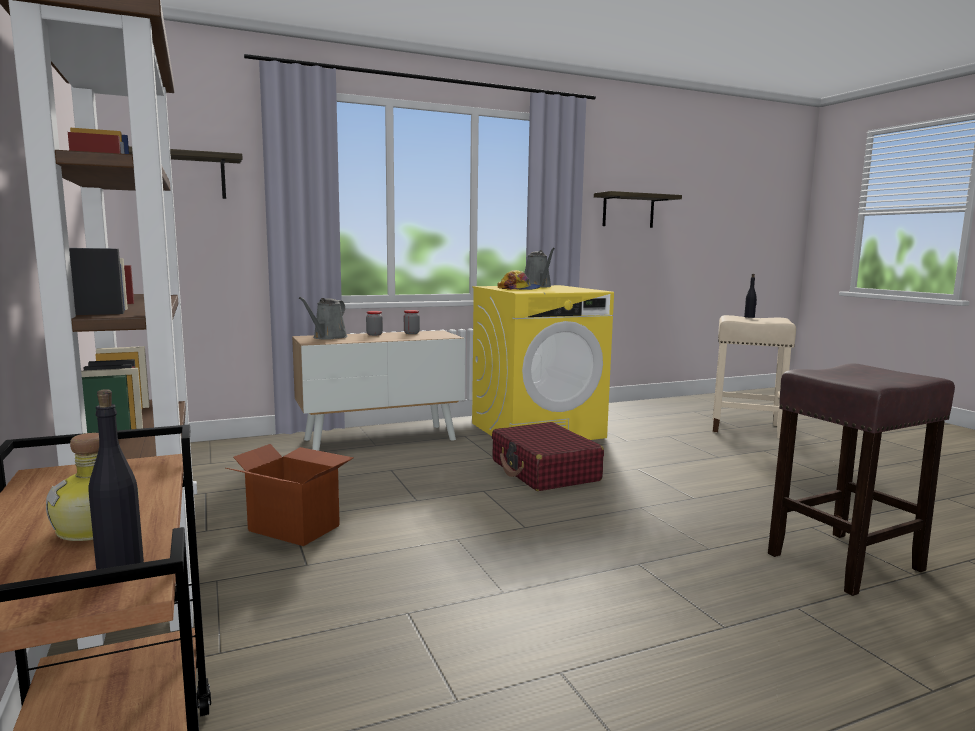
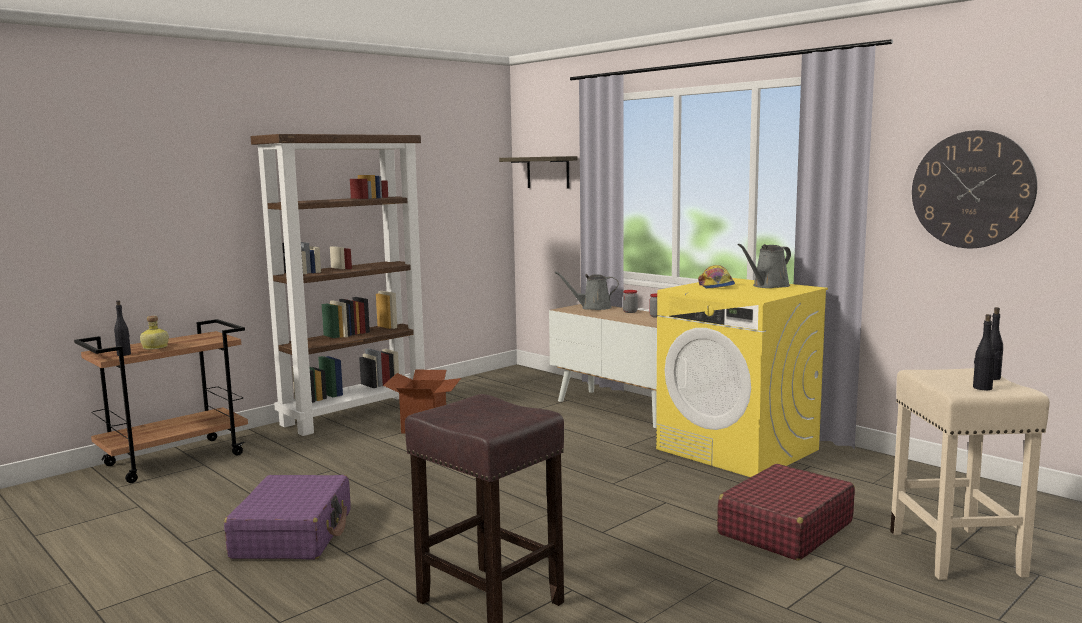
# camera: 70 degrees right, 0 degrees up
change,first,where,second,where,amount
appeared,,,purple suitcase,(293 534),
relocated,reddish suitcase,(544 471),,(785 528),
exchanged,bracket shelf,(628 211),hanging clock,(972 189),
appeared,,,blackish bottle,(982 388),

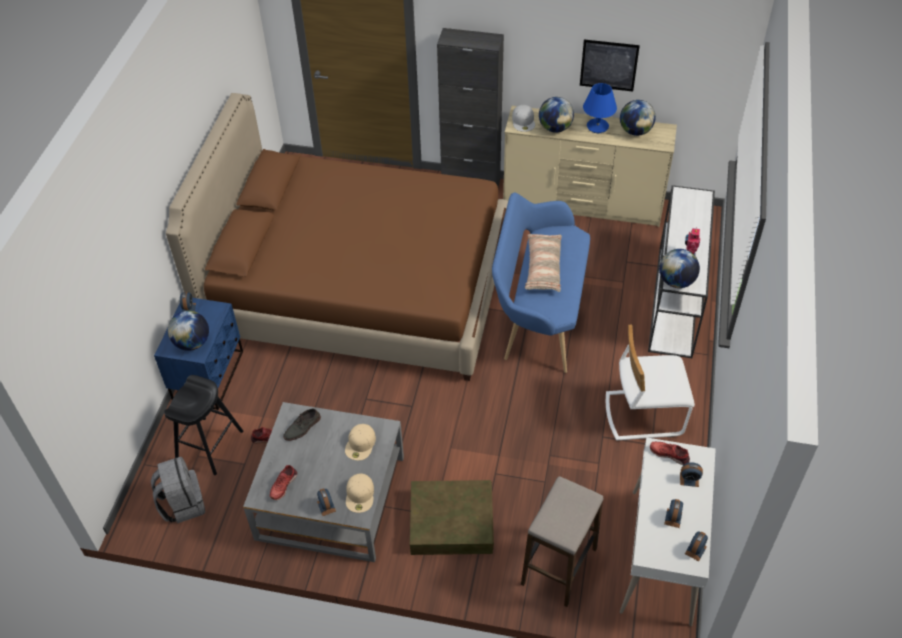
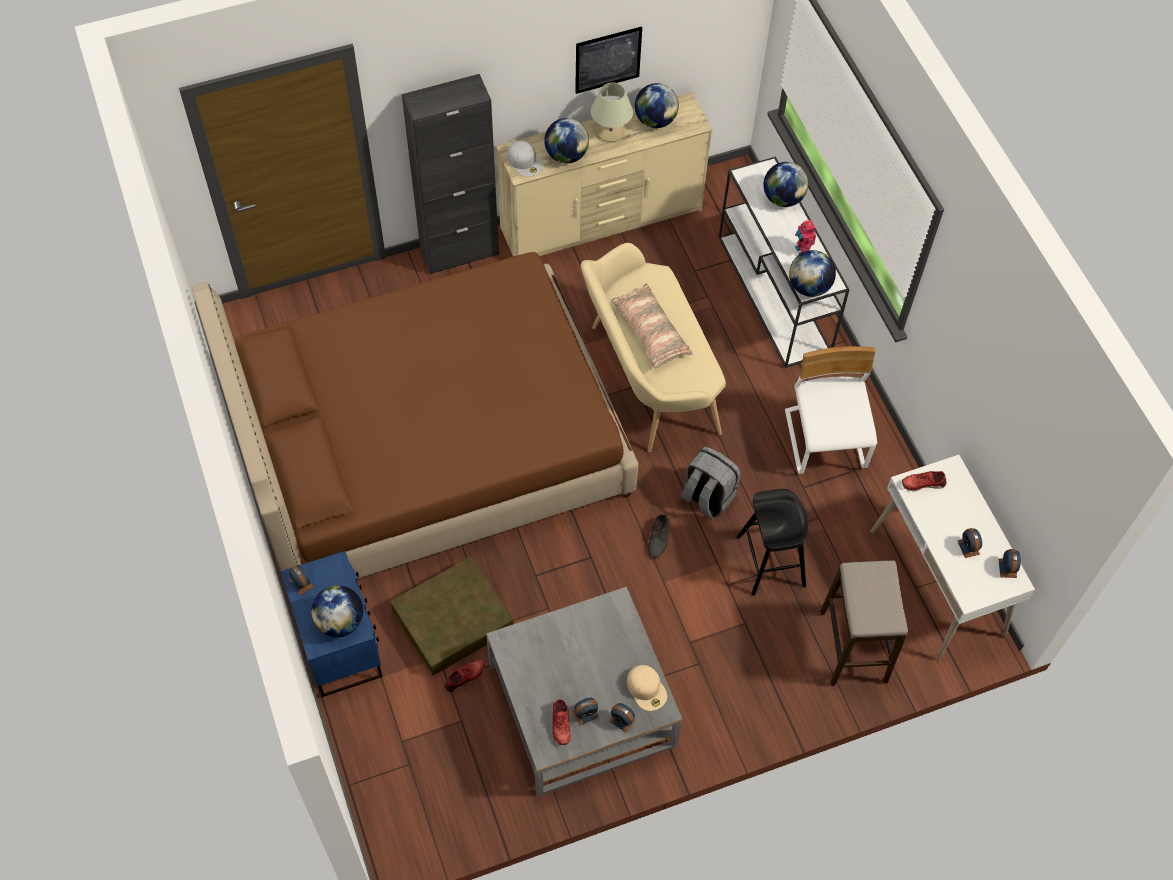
# camera: 35 degrees left, 10 degrees up
change,first,where,second,where,amount
relocated,brown storage box,(451 521),,(452 620),
relocated,bedside clock,(689 479),,(585 714),
colour,blue indoor bench,(538 313),beige indoor bench,(646 379),
colour,blue lamp for a table,(598 126),beige lamp for a table,(611 132),
relocated,greyish shoe,(302 427),,(659 538),
relocated,greyish rucksack,(182 504),,(707 497),
relocated,blackish stool seat,(209 445),,(770 561),
appeared,,,globe,(783 198),
spun,white-coloured chair,(643 413),,(825 440),120 degrees clockwise
missing,beige cap,(360 444),,,

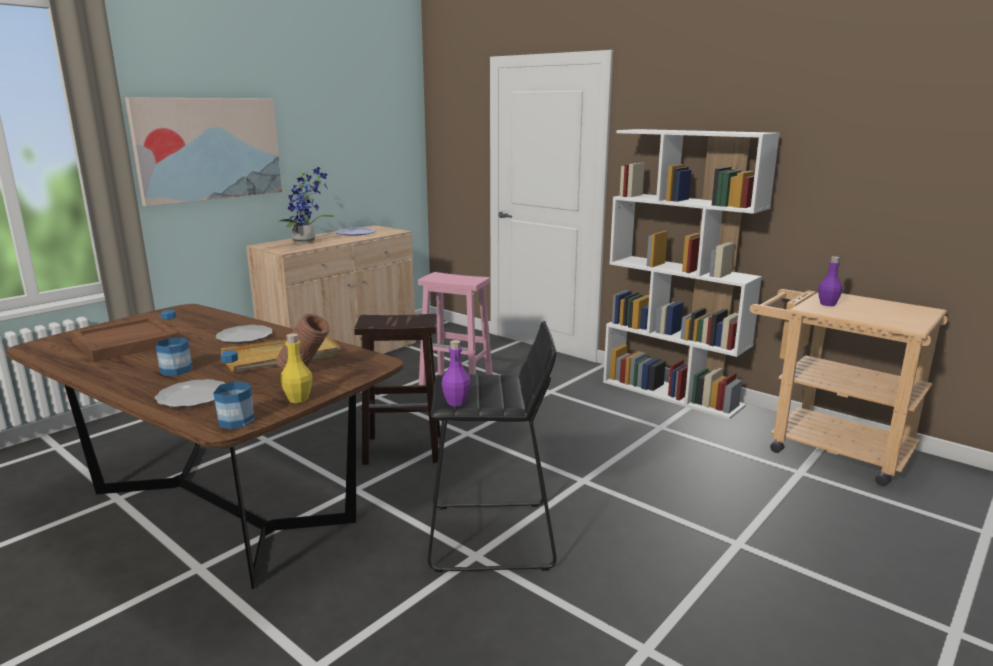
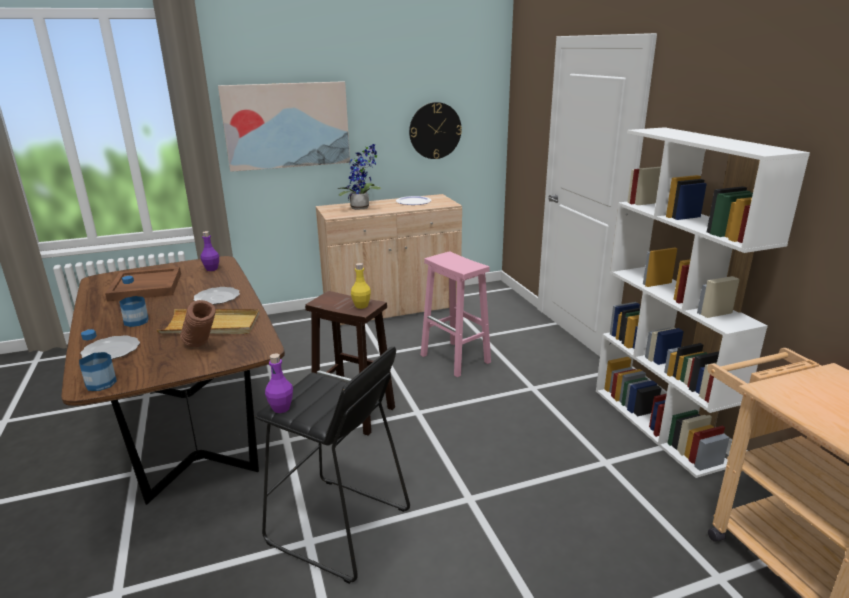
# camera: 30 degrees right, 5 degrees up
change,first,where,second,where,amount
relocated,purple bottle,(827 304),,(211 269),
relocated,yellow bottle,(298 399),,(361 306),
appeared,,,hanging clock,(435 130),

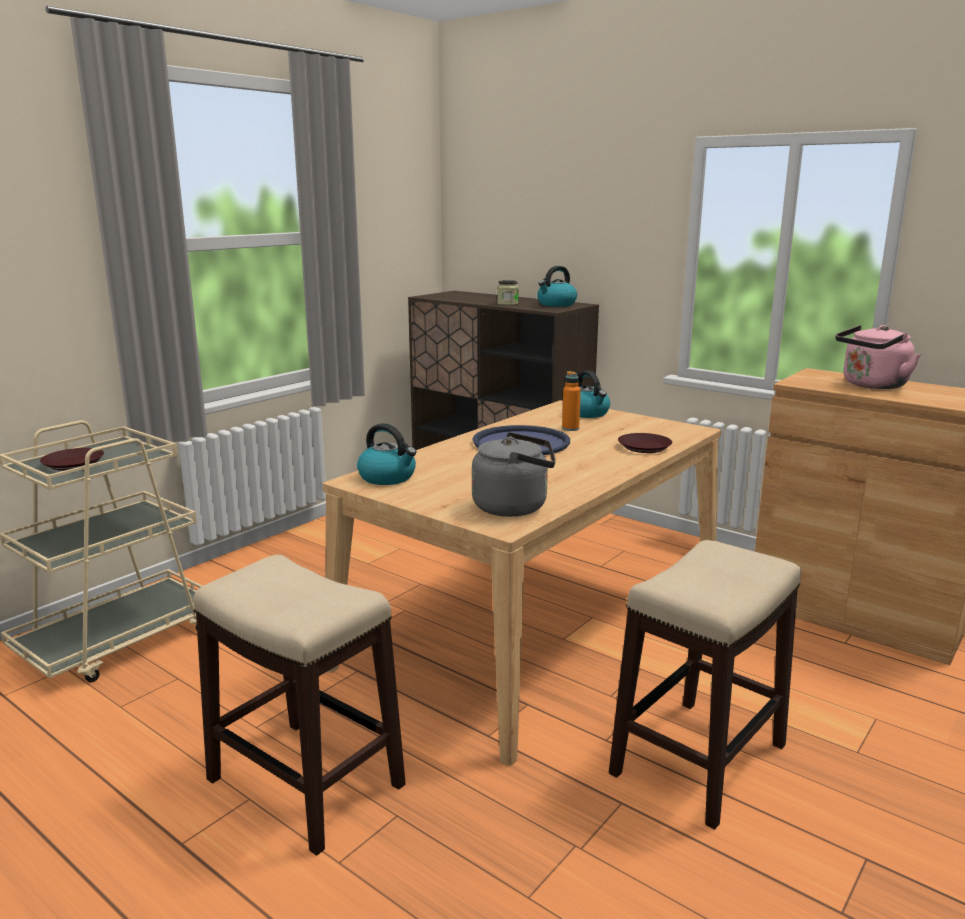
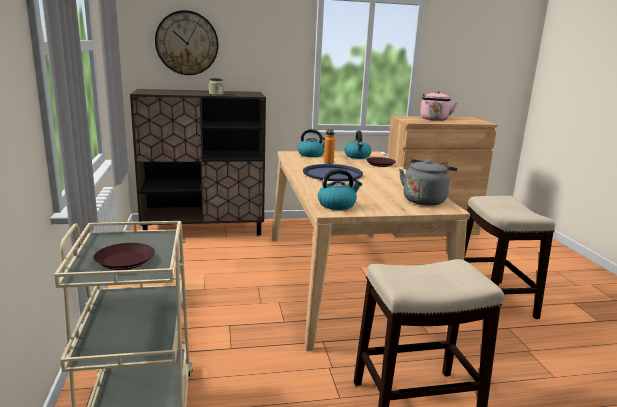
# camera: 50 degrees left, 0 degrees up
change,first,where,second,where,amount
appeared,,,hanging clock,(187 43),
relocated,tea kettle,(556 304),,(357 156),

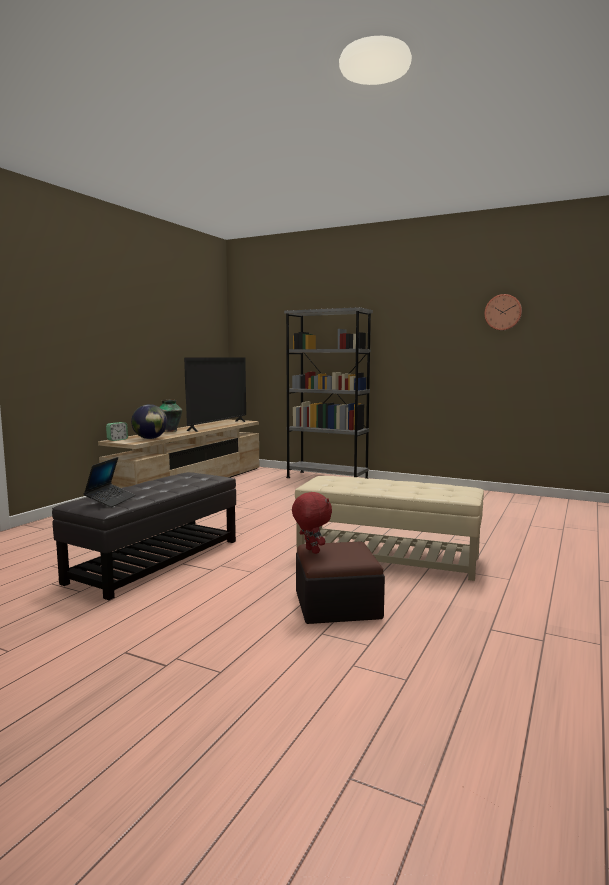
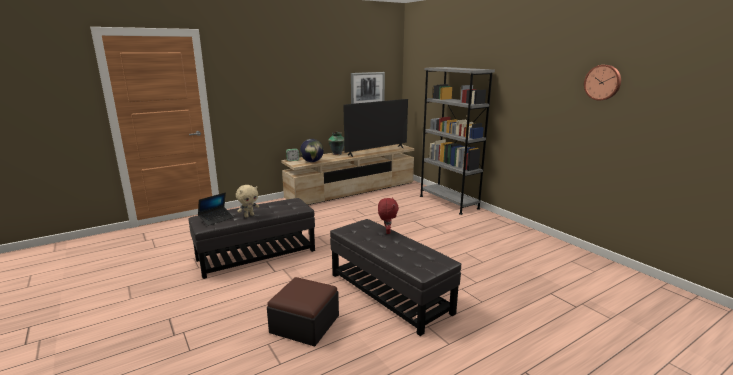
# camera: 30 degrees right, 10 degrees up
change,first,where,second,where,amount
appeared,,,beige cuddly toy,(249 215),
colour,beige ottoman,(387 557),blackish ottoman,(389 293),
appeared,,,wall picture,(367 89),
relocated,reddish cuddly toy,(311 551),,(387 232),

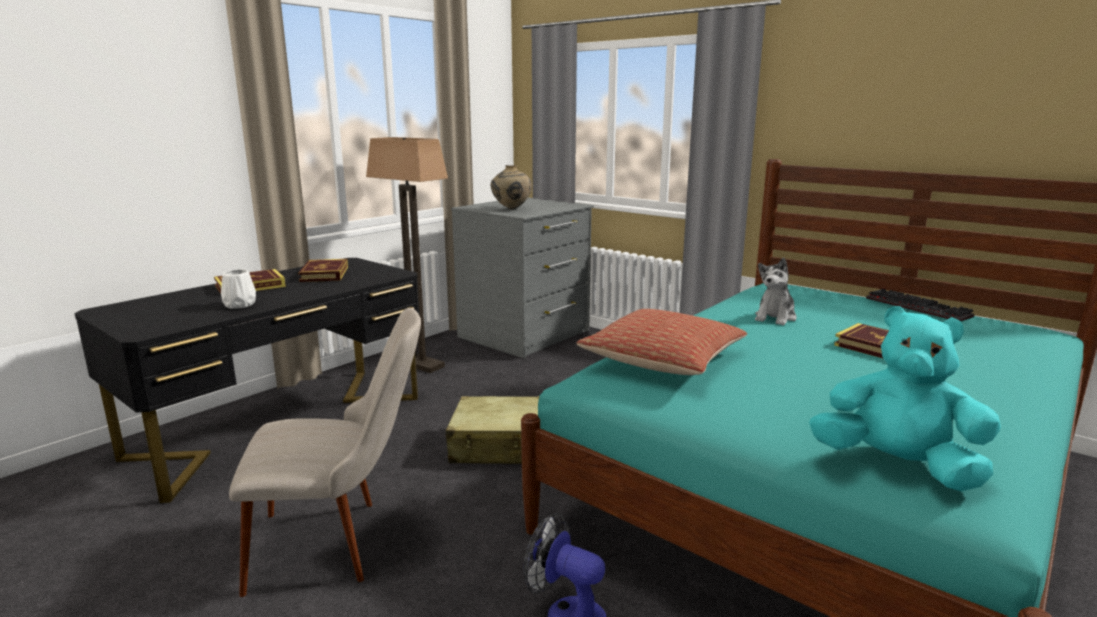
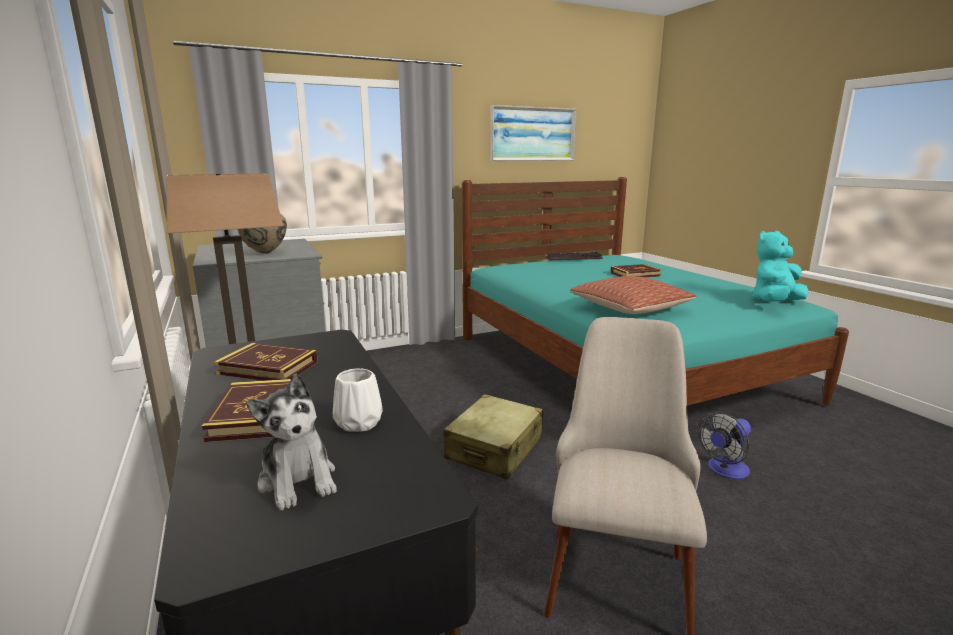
# camera: 65 degrees left, 0 degrees up
change,first,where,second,where,amount
relocated,cuddly toy,(775 317),,(298 480),
appeared,,,wall picture,(533 134),

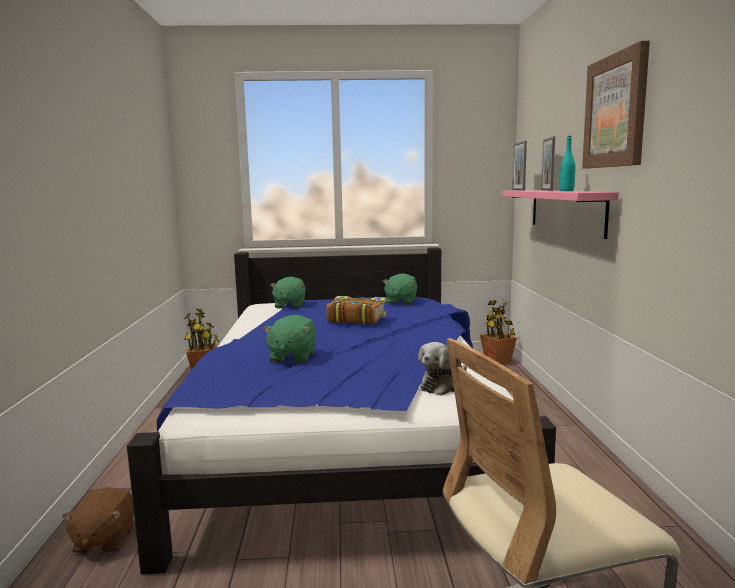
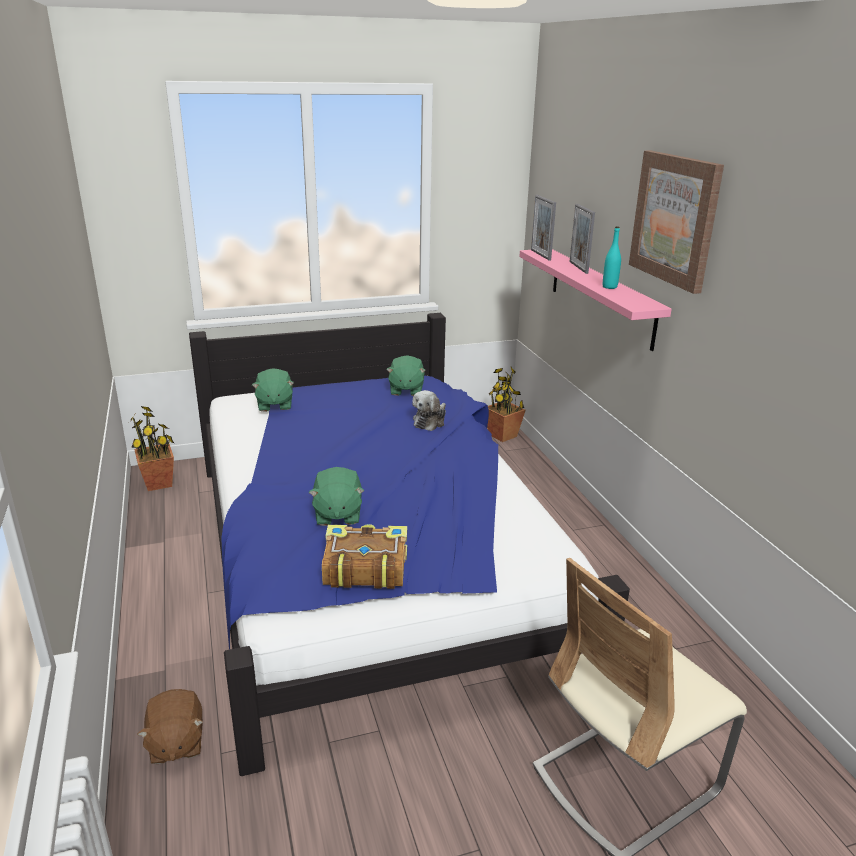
# camera: 15 degrees left, 15 degrees up
change,first,where,second,where,amount
relocated,book,(356 319),,(364 567),
relocated,cuddly toy,(443 385),,(430 421),

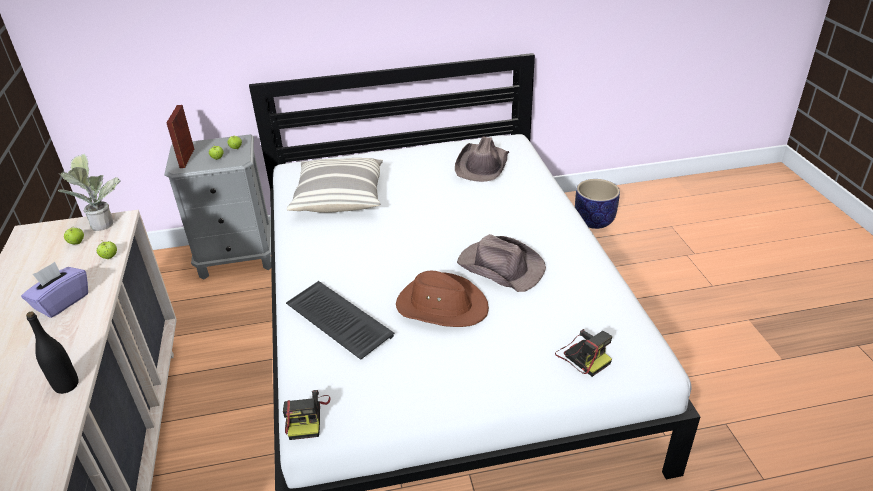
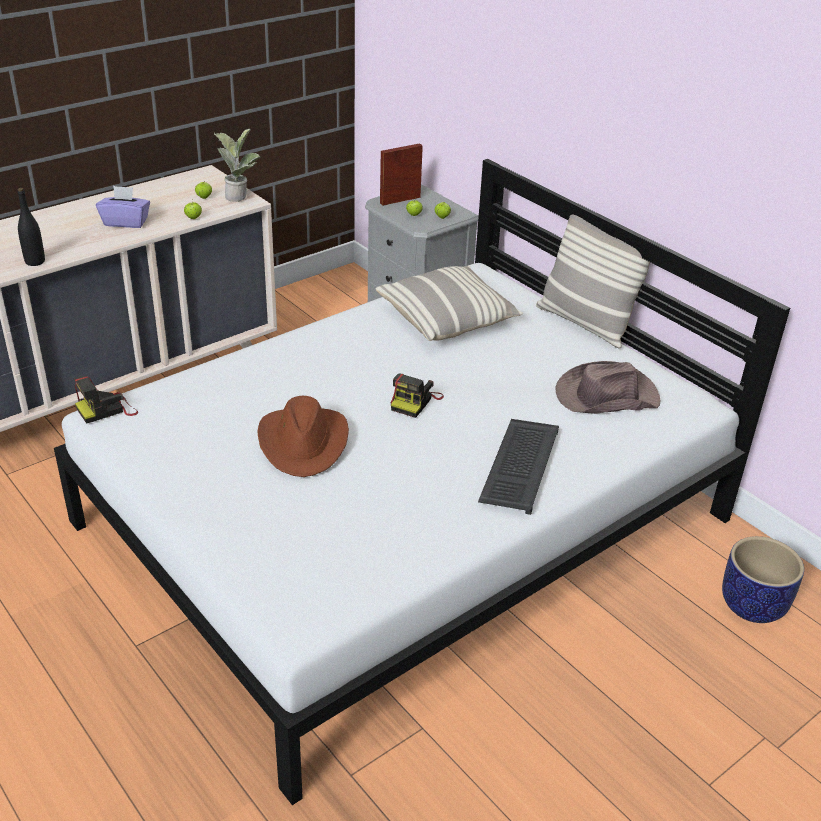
# camera: 60 degrees right, 0 degrees up
change,first,where,second,where,amount
relocated,still camera,(582 356),,(415 401),
relocated,keyboard,(337 321),,(518 465),
appeared,,,cushion,(585 323),
missing,brown clothing hat,(500 266),,,

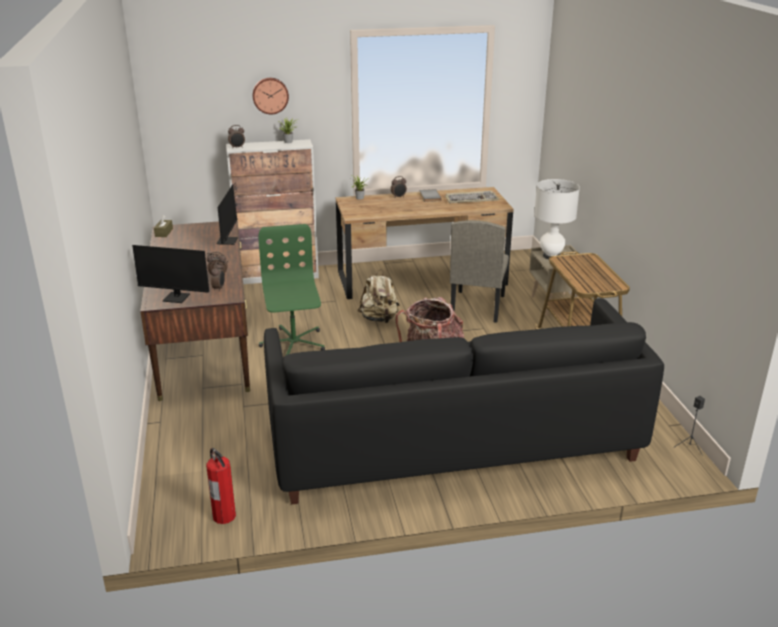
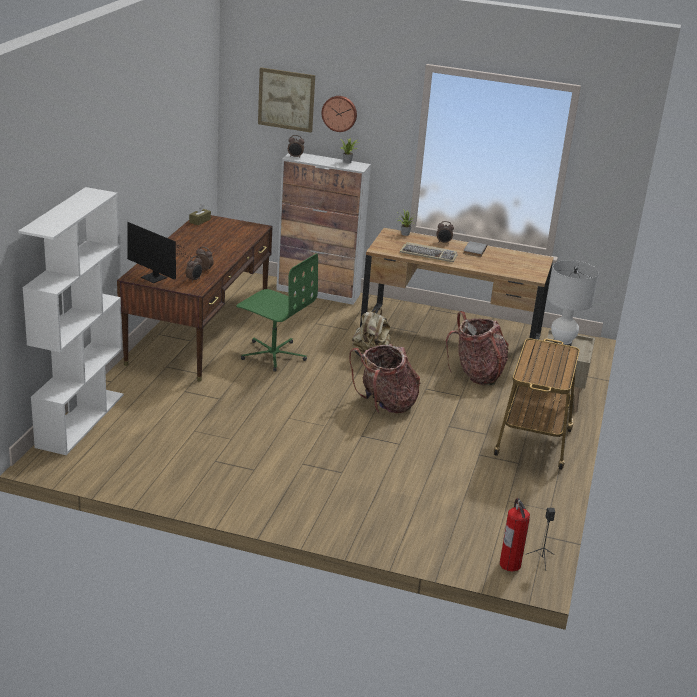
# camera: 25 degrees right, 0 degrees up
change,first,where,second,where,amount
appeared,,,white-coloured bookshelf,(80 420),
spun,green computer chair,(293 343),,(273 354),105 degrees clockwise
appeared,,,wall picture,(286 99),
relocated,keyboard,(471 199),,(429 254),
exchanged,beige chair,(476 306),rucksack,(476 374),
relocated,fire extinguisher,(224 515),,(510 564),
missing,computer screen,(228 239),,,
missing,blackish sofa,(453 442),,,

